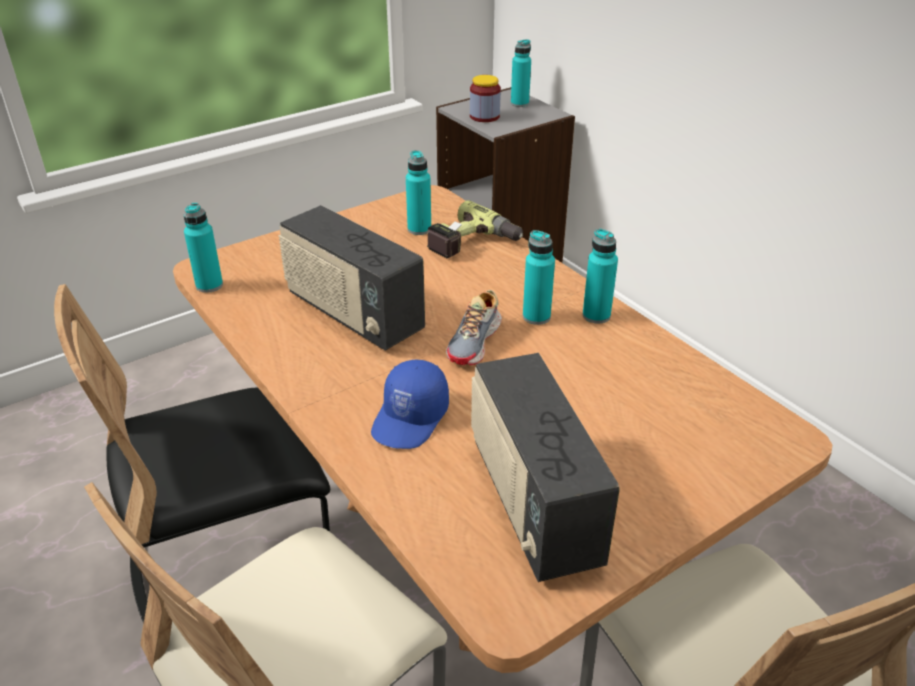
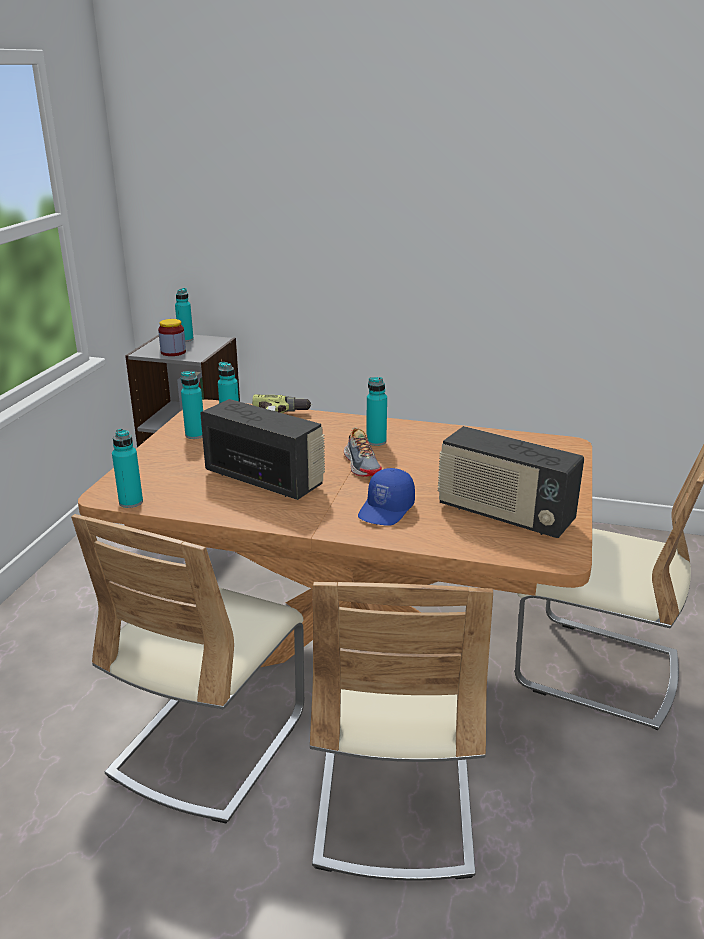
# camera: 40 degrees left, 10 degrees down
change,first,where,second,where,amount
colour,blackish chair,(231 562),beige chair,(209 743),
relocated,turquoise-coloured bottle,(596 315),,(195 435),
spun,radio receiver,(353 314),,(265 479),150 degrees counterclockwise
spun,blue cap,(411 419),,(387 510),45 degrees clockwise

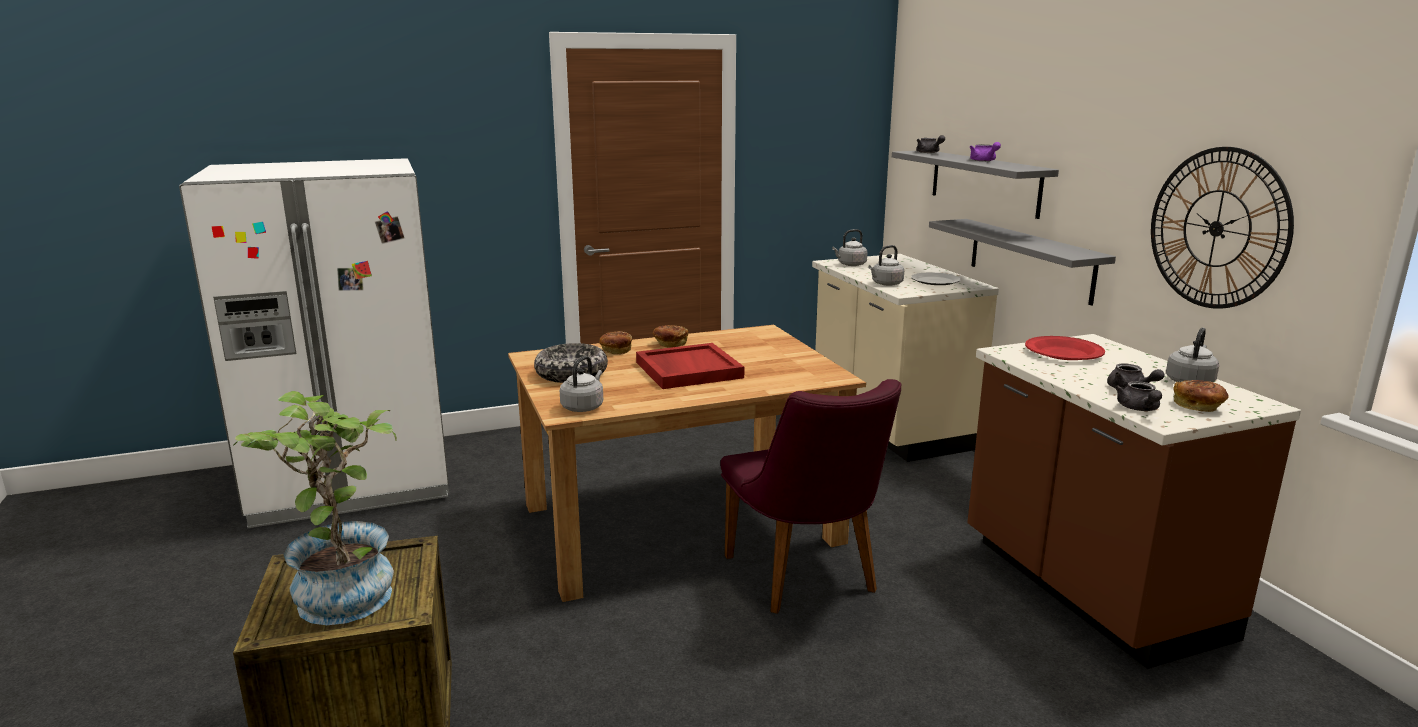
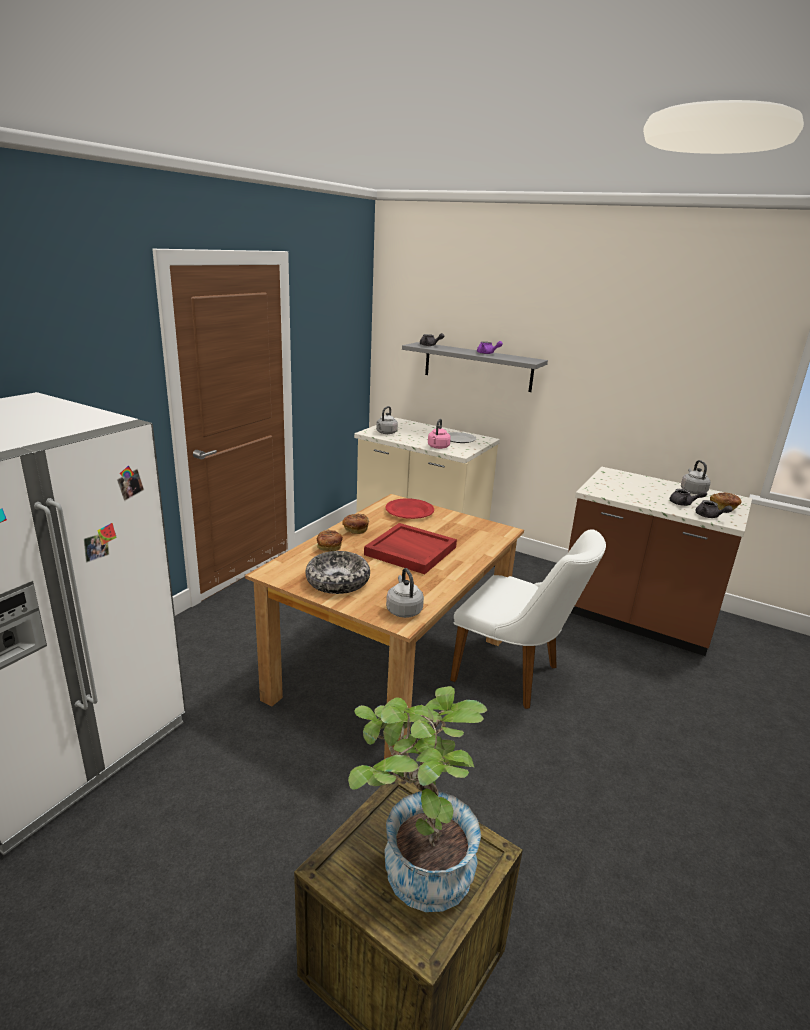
# camera: 40 degrees left, 5 degrees up
change,first,where,second,where,amount
relocated,reddish plate,(1063 353),,(409 511),
colour,greyish tea kettle,(886 284),pink-coloured tea kettle,(438 447),
colour,purple chair,(807 580),white-coloured chair,(515 676),
missing,greyish bracket shelf,(1030 259),,,
missing,hanging clock,(1216 228),,,

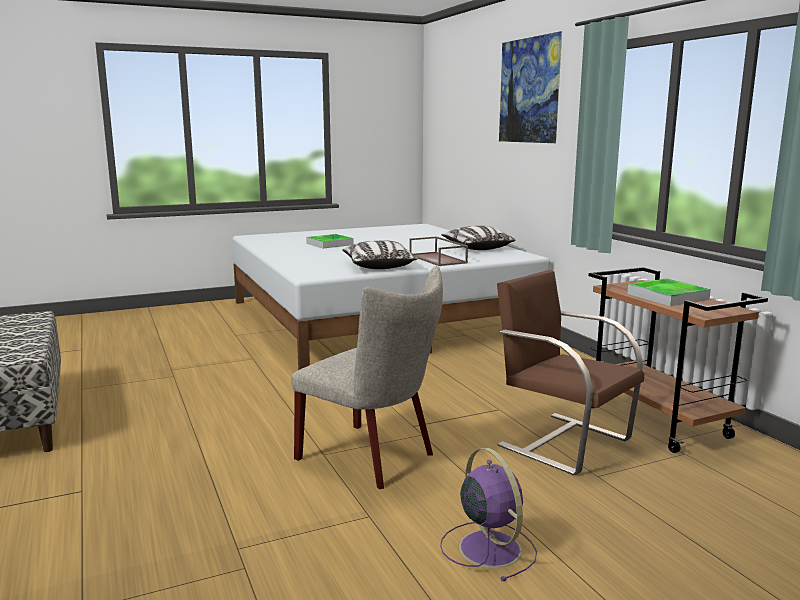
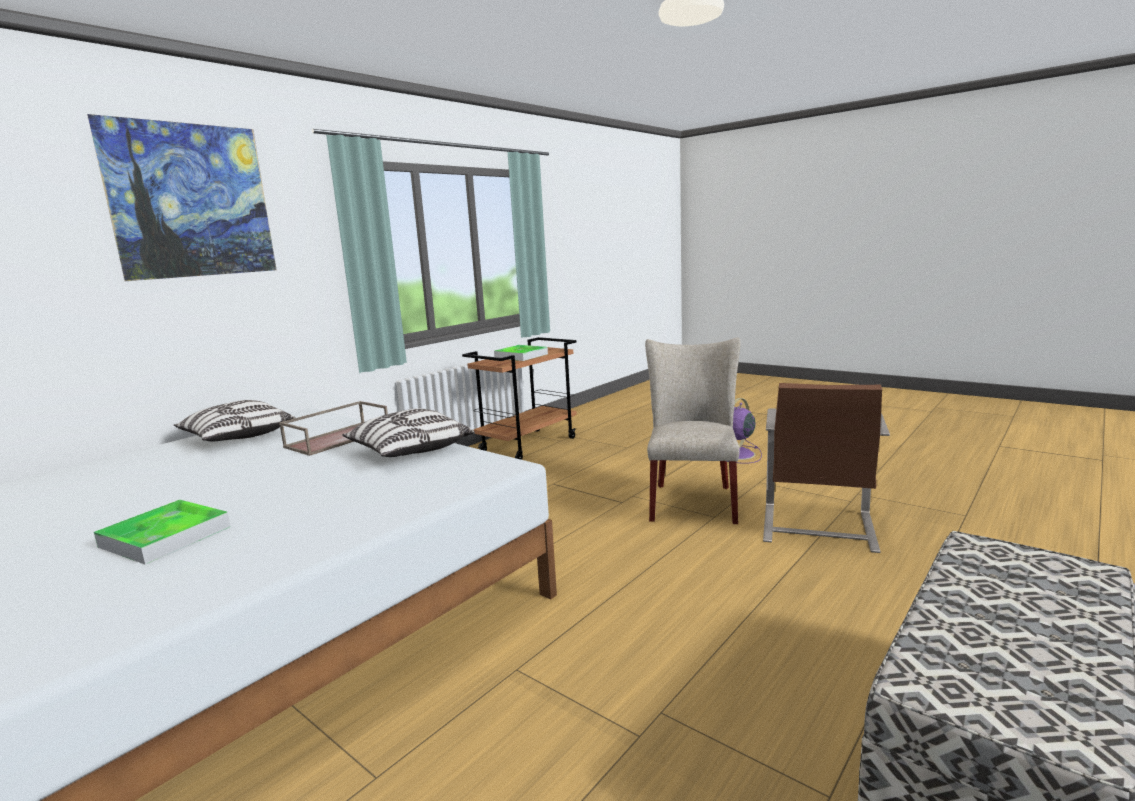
# camera: 115 degrees left, 0 degrees up
change,first,where,second,where,amount
relocated,brown chair,(562 441),,(817 528),

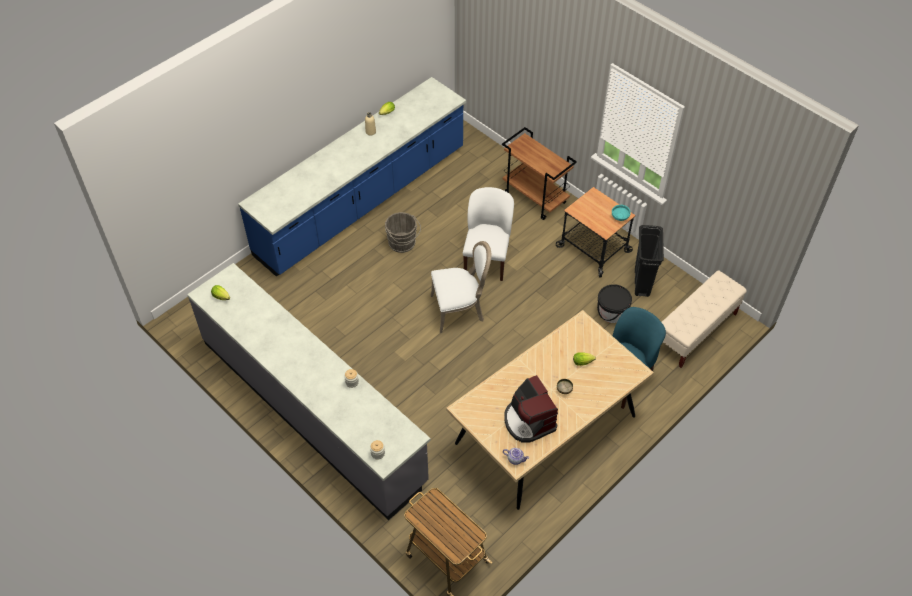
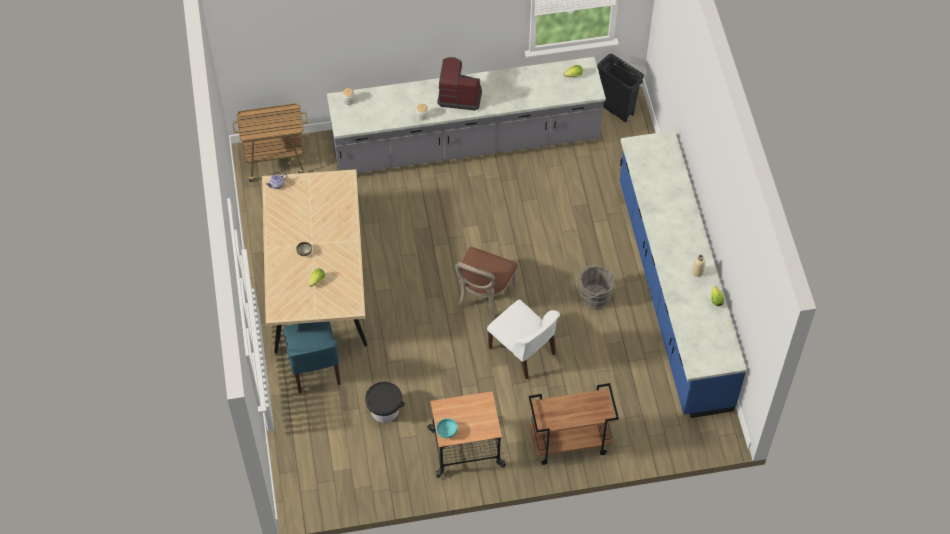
# camera: 125 degrees right, 5 degrees up
change,first,where,second,where,amount
relocated,coffee maker,(528 421),,(459 95),
colour,white-coloured chair,(459 309),brown chair,(483 296),
relocated,blackish rubbish bin,(642 283),,(615 109),
missing,beige indoor bench,(695 331),,,

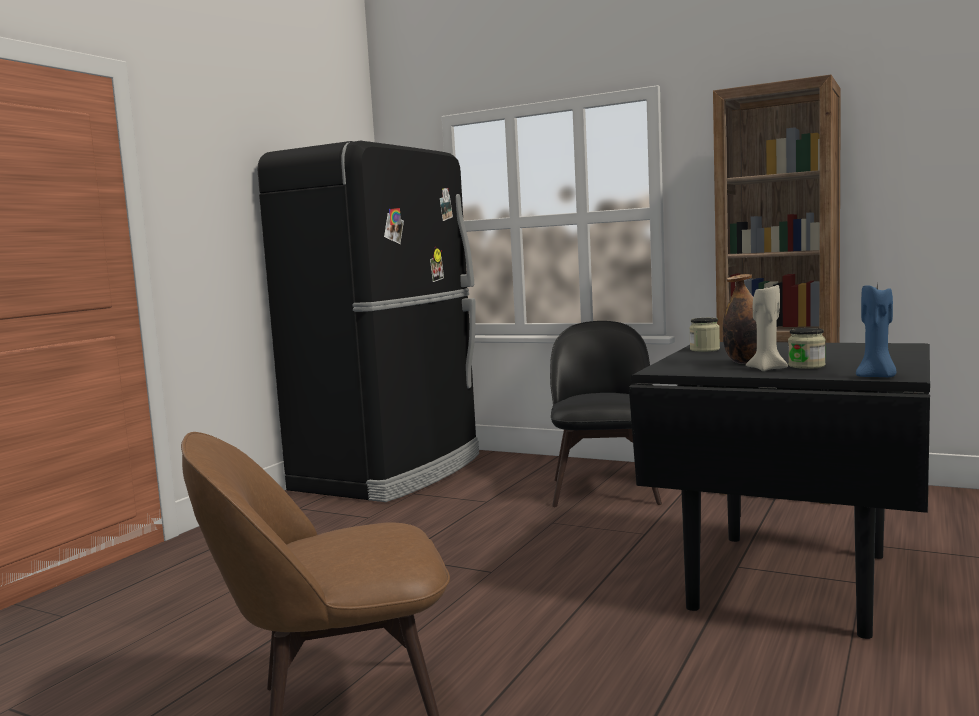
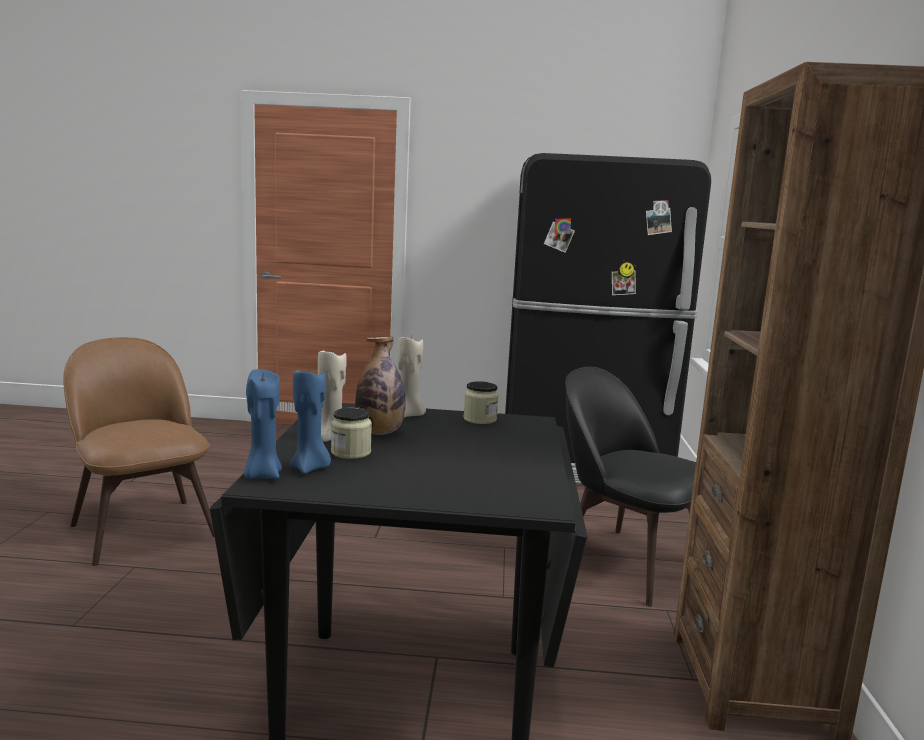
# camera: 65 degrees right, 5 degrees up
change,first,where,second,where,amount
appeared,,,blue wax candle,(310 468),
appeared,,,beige wax candle,(409 415),
spun,blackish chair,(605 489),,(625 562),120 degrees counterclockwise

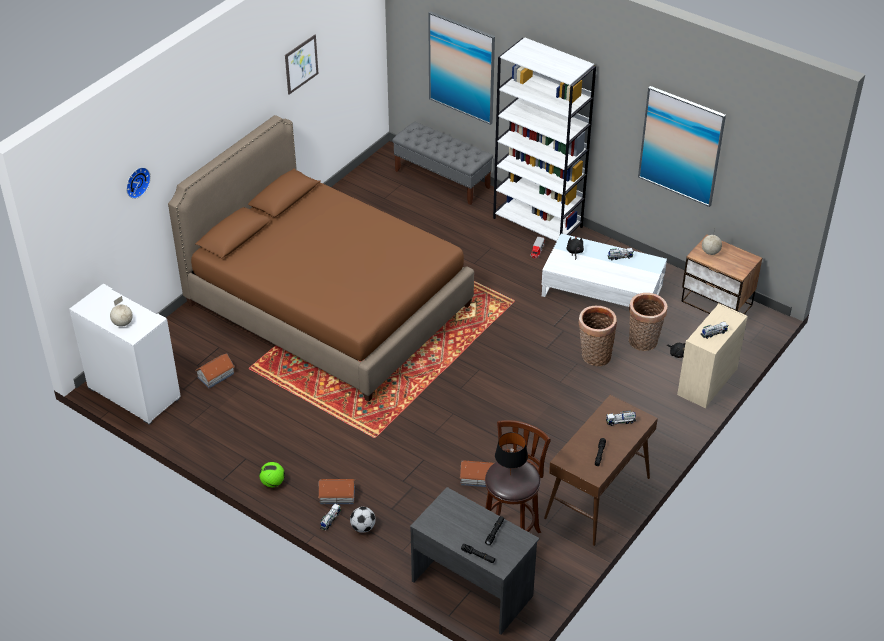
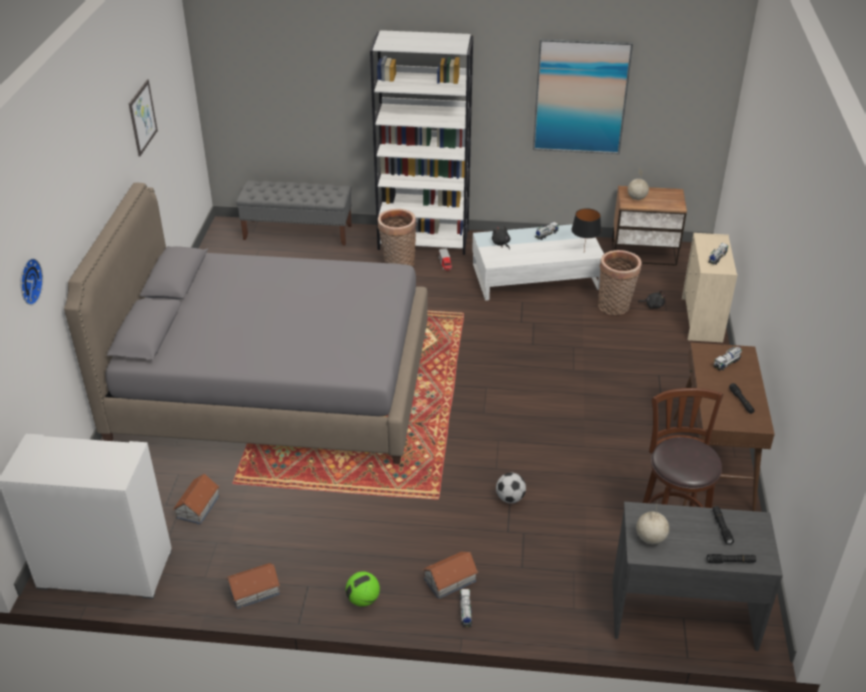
# camera: 30 degrees left, 5 degrees down
change,first,where,second,where,amount
colour,brown sleeping bed,(328 305),greyish sleeping bed,(274 384),
relocated,toy house,(478 478),,(254 591),
relocated,basket,(594 356),,(398 263),
relocated,football ball,(363 528),,(510 498),
relocated,blackish lamp for a table,(510 475),,(584 253),
relocated,globe,(122 323),,(650 539),
missing,wall picture,(461 67),,,

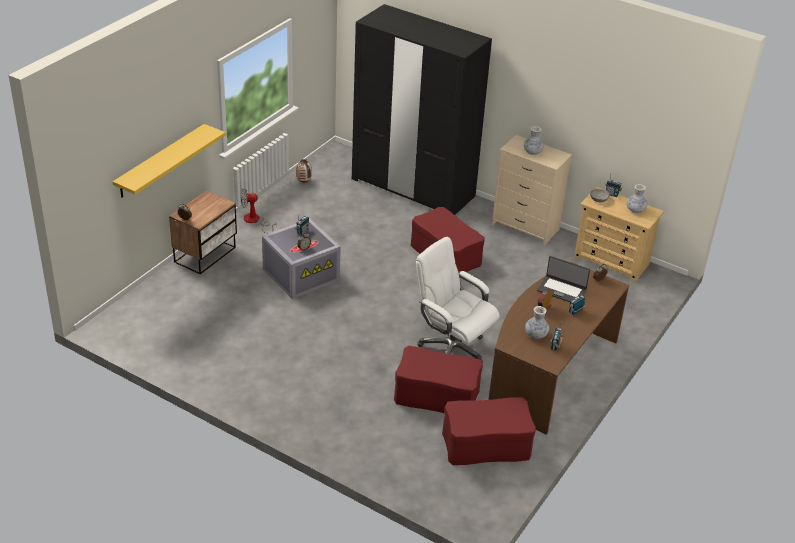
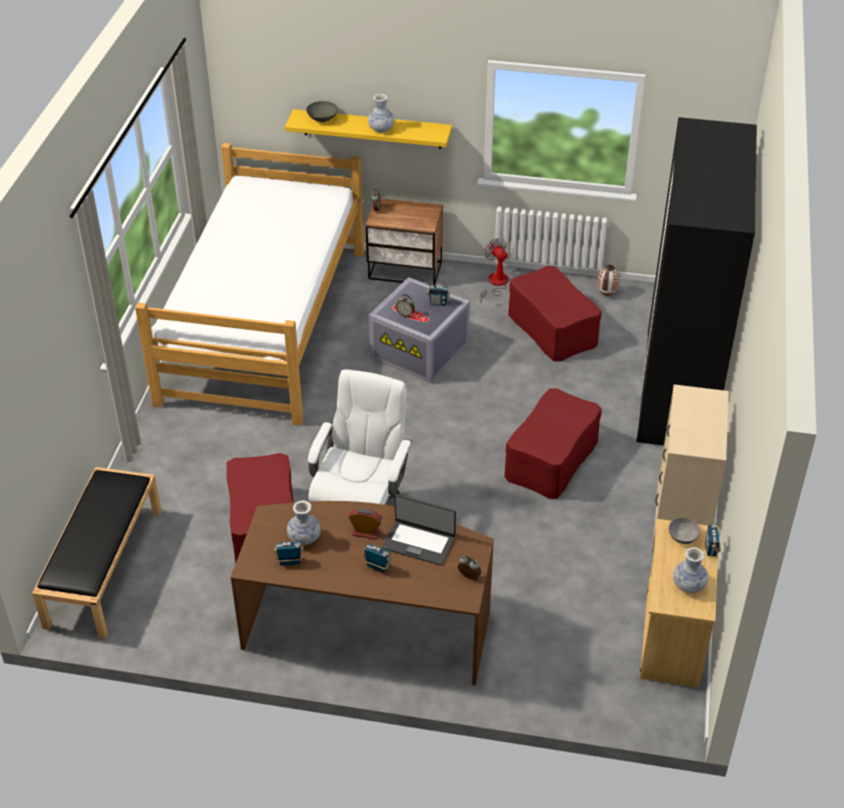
# camera: 70 degrees right, 5 degrees up
change,first,where,second,where,amount
appeared,,,blackish indoor bench,(104 566),
appeared,,,sleeping bed,(265 324),
appeared,,,greyish bowl,(322 119),
relocated,vase,(532 152),,(381 129),
spun,notebook computer,(561 290),,(419 542),75 degrees counterclockwise
relocated,reddish ottoman,(486 444),,(552 329),

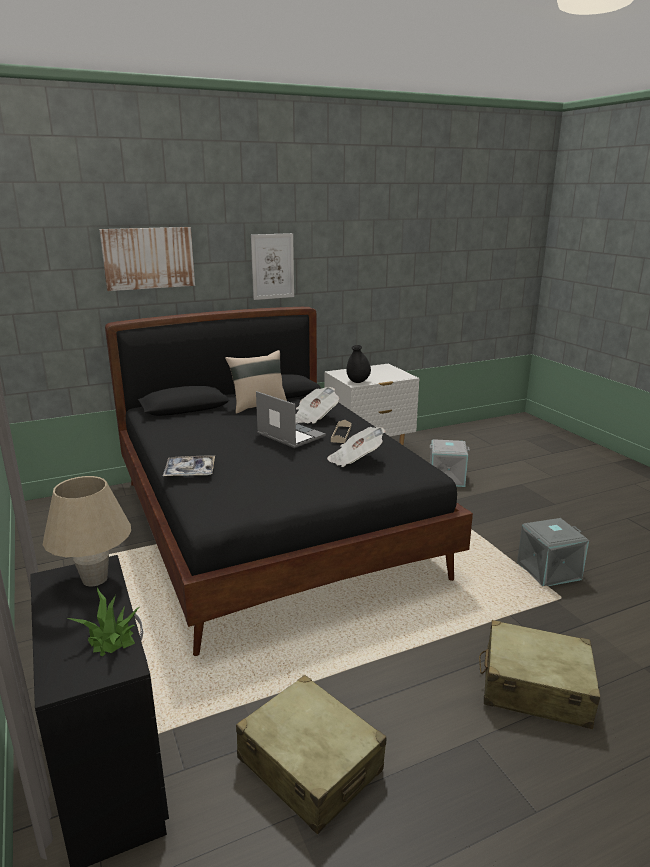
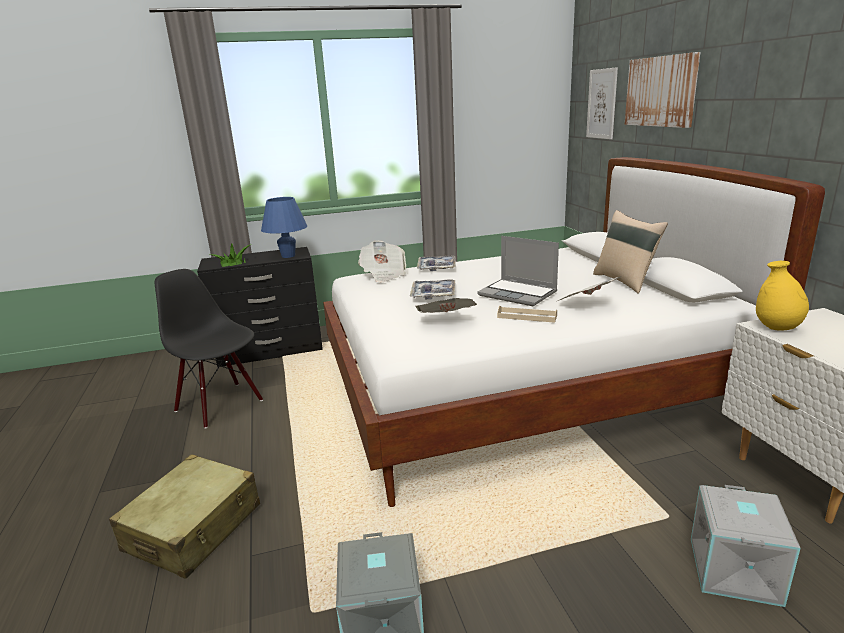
# camera: 100 degrees right, 0 degrees up
change,first,where,second,where,amount
exchanged,beige suitcase,(310 765),blackish chair,(220 405),
colour,beige lamp for a table,(95 579),blue lamp for a table,(288 256),
colour,blackish sleeping bed,(271 527),white-coloured sleeping bed,(525 390),
appeared,,,daily paper,(383 274),
appeared,,,serving tray,(433 294),
spun,notebook computer,(289 436),,(518 294),75 degrees clockwise
relocated,wall picture,(272 266),,(602 104),
colour,blackish vase,(358 382),yellow vase,(777 328),

